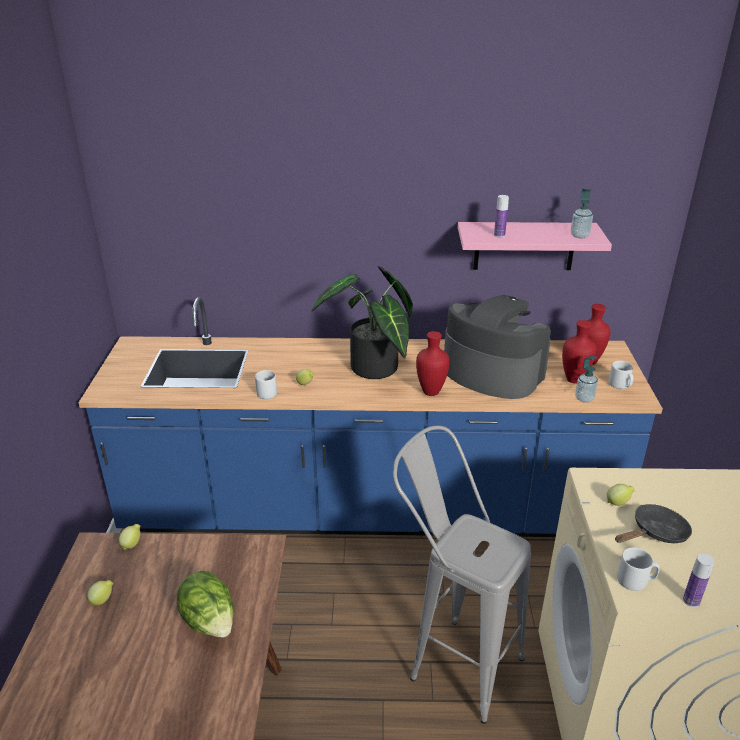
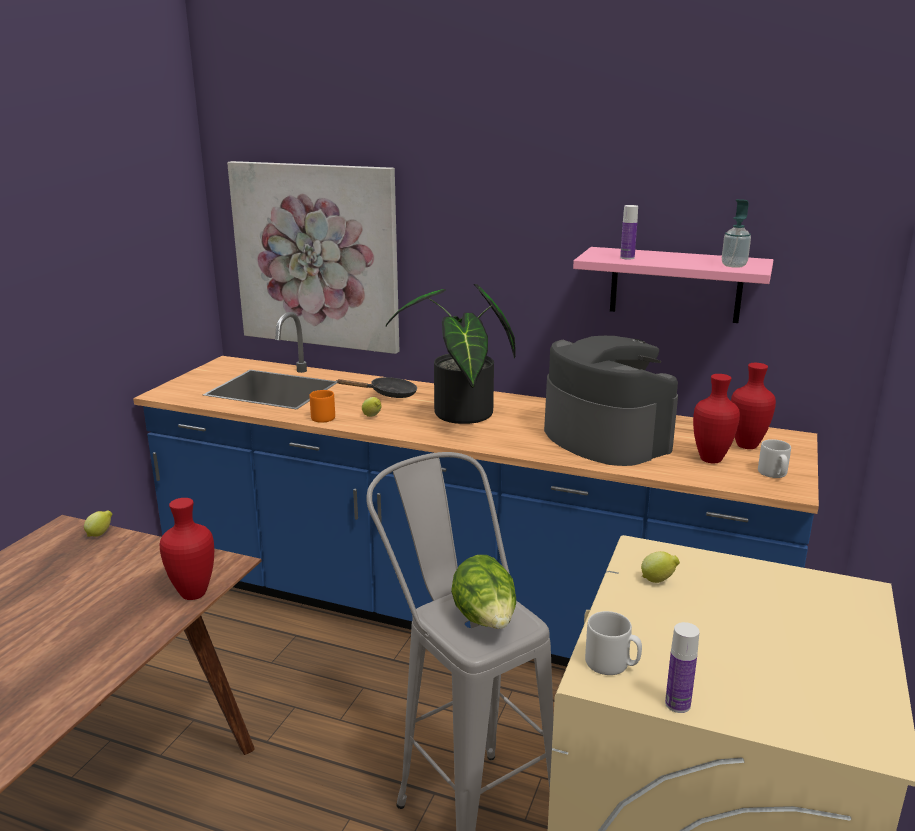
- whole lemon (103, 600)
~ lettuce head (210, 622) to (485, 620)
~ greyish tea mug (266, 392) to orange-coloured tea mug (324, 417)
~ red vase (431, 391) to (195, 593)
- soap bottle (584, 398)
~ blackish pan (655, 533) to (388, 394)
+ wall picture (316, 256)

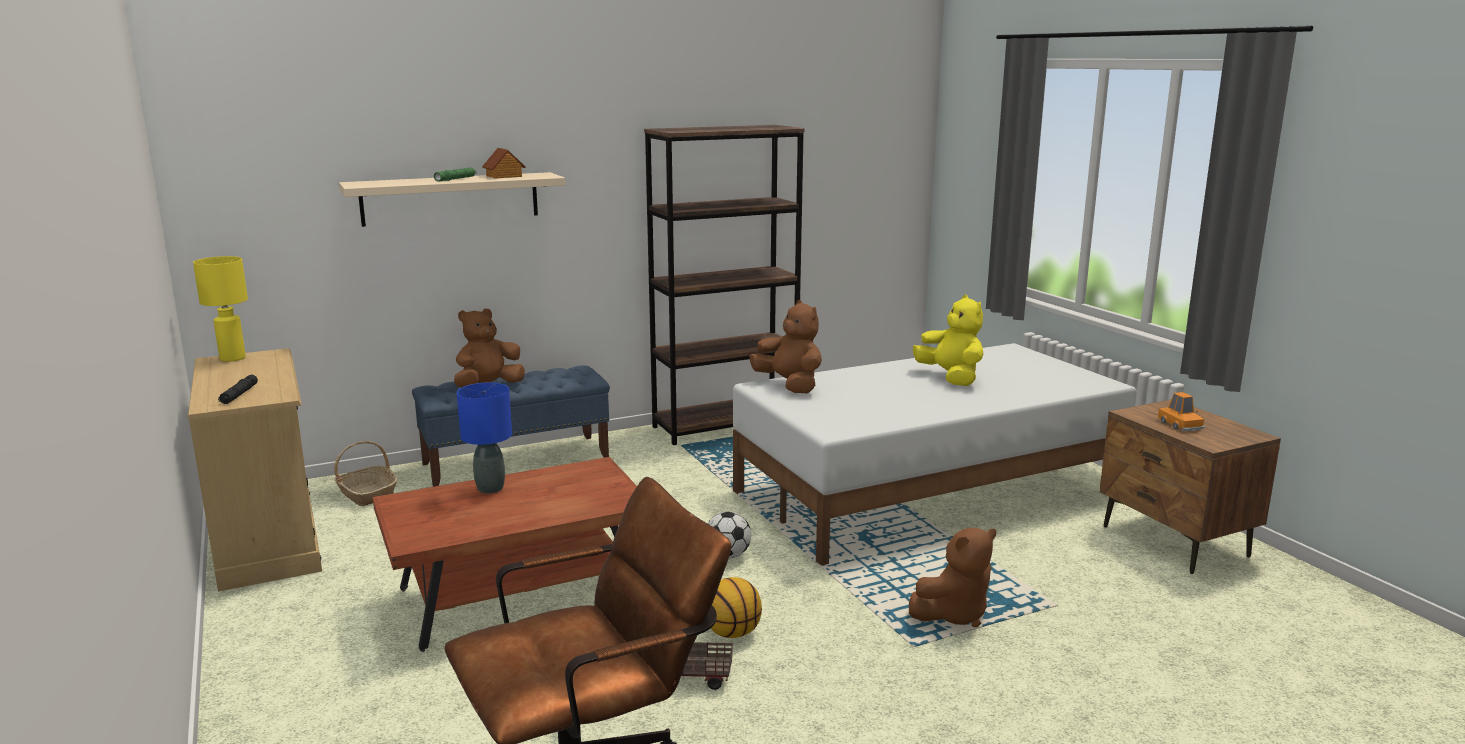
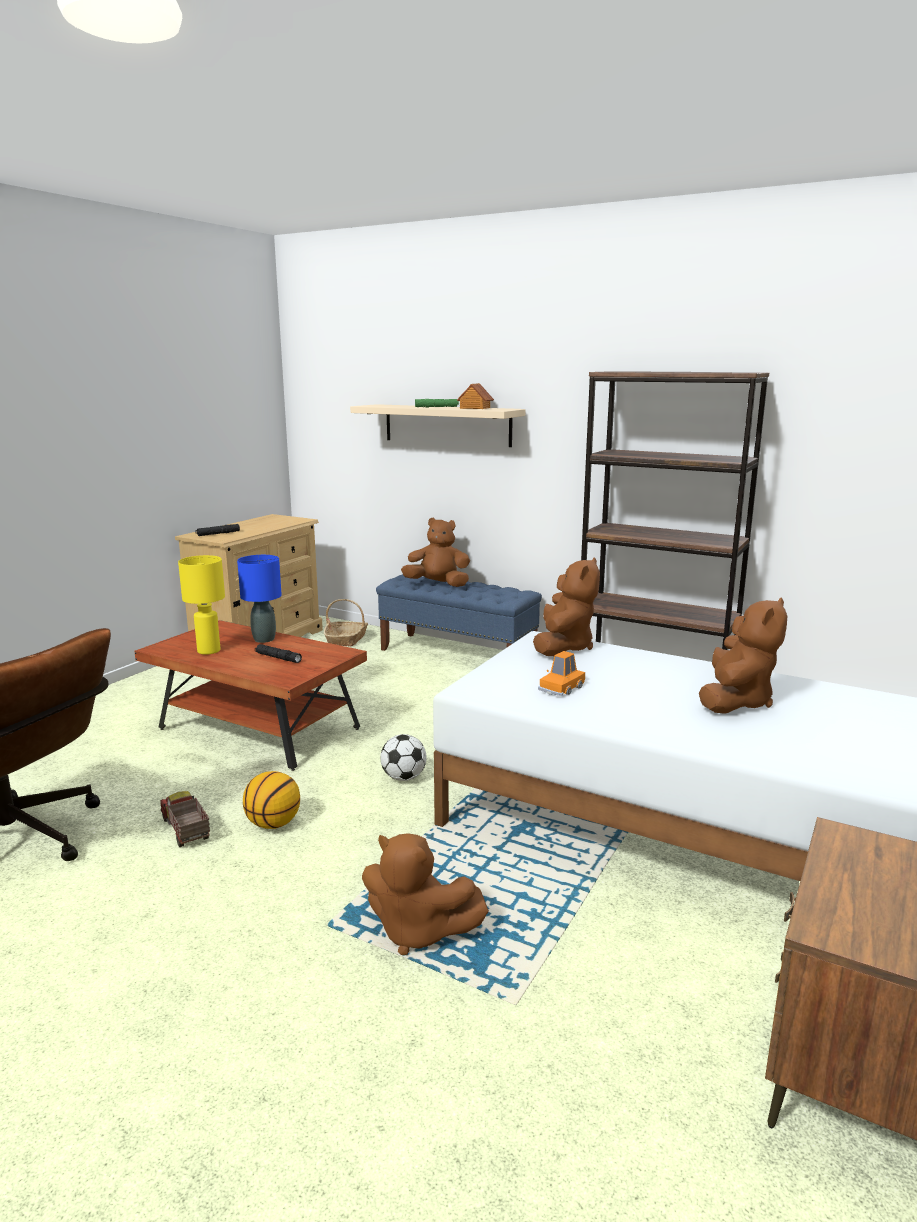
~ yellow-coloured tabletop lamp (232, 358) to (209, 651)
~ yellow-coloured soft toy (951, 378) to brown soft toy (735, 701)
~ orange-coloured miniature car (1180, 425) to (562, 688)
+ blackish hand torch (278, 658)

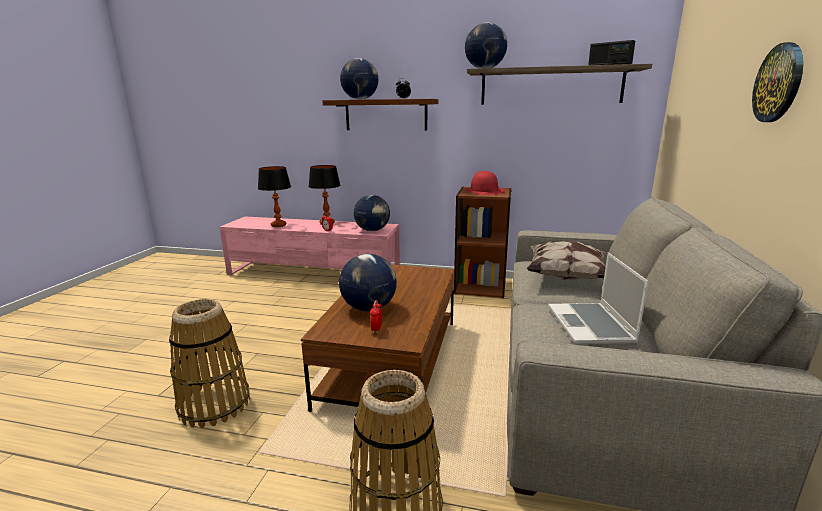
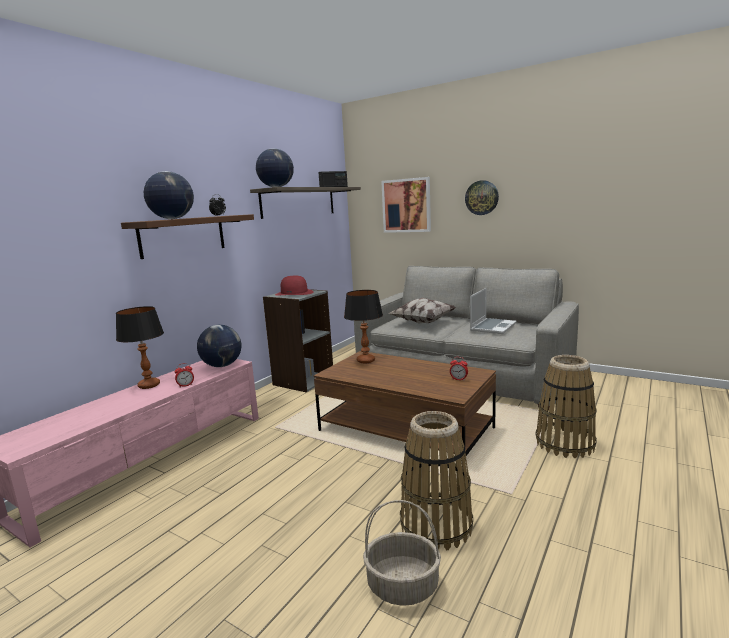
~ tabletop lamp (278, 225) to (365, 361)
- desk globe (369, 308)
~ brown bookcase (480, 286) to greyish bookcase (303, 380)
~ portable computer (591, 325) = (492, 327) 75 degrees counterclockwise
+ storage basket (402, 586)
+ wall picture (406, 205)

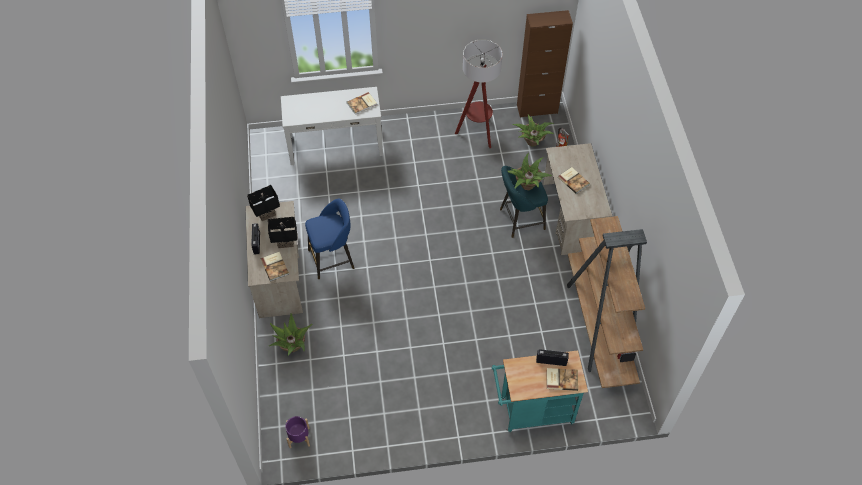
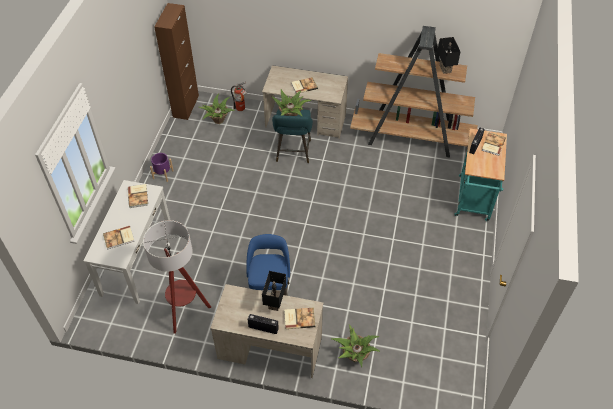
~ blackish tabletop lamp (267, 215) to (446, 68)
~ purple-coloured flower pot (299, 437) to (163, 174)
~ standard lamp (477, 133) to (185, 311)
+ volume (119, 238)

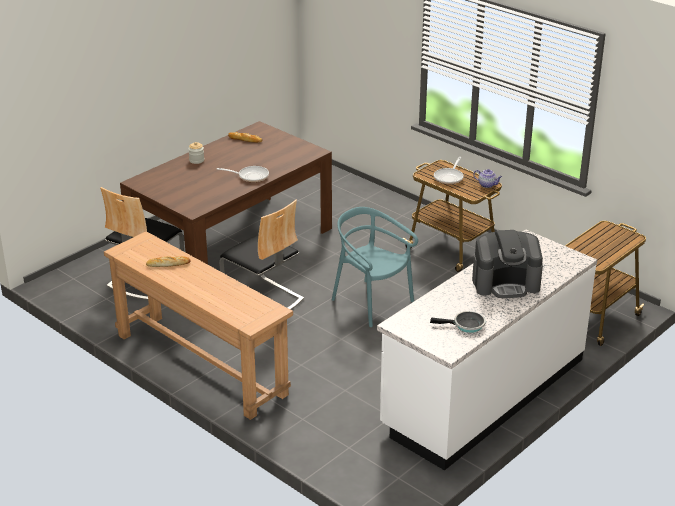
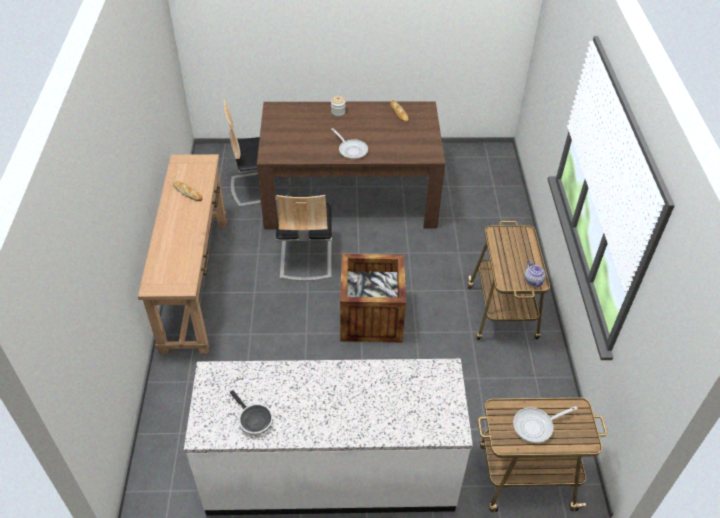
~ turquoise-coloured upright chair (371, 302) to crate (371, 317)
~ pan (449, 177) to (536, 426)
- coffee brewer (506, 283)

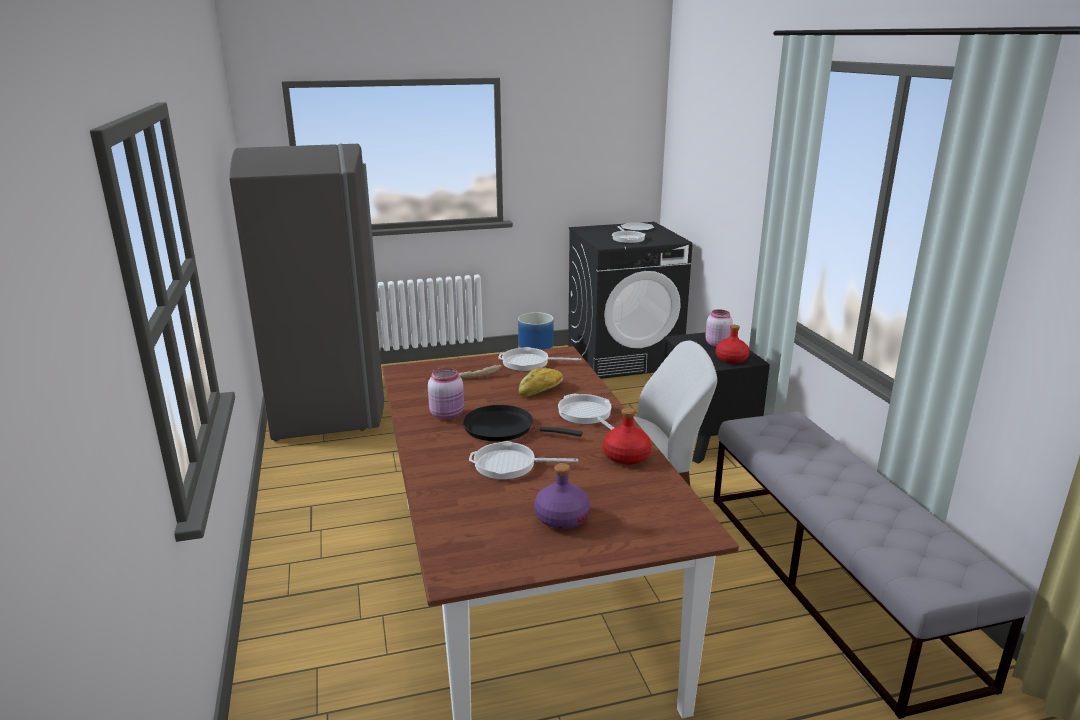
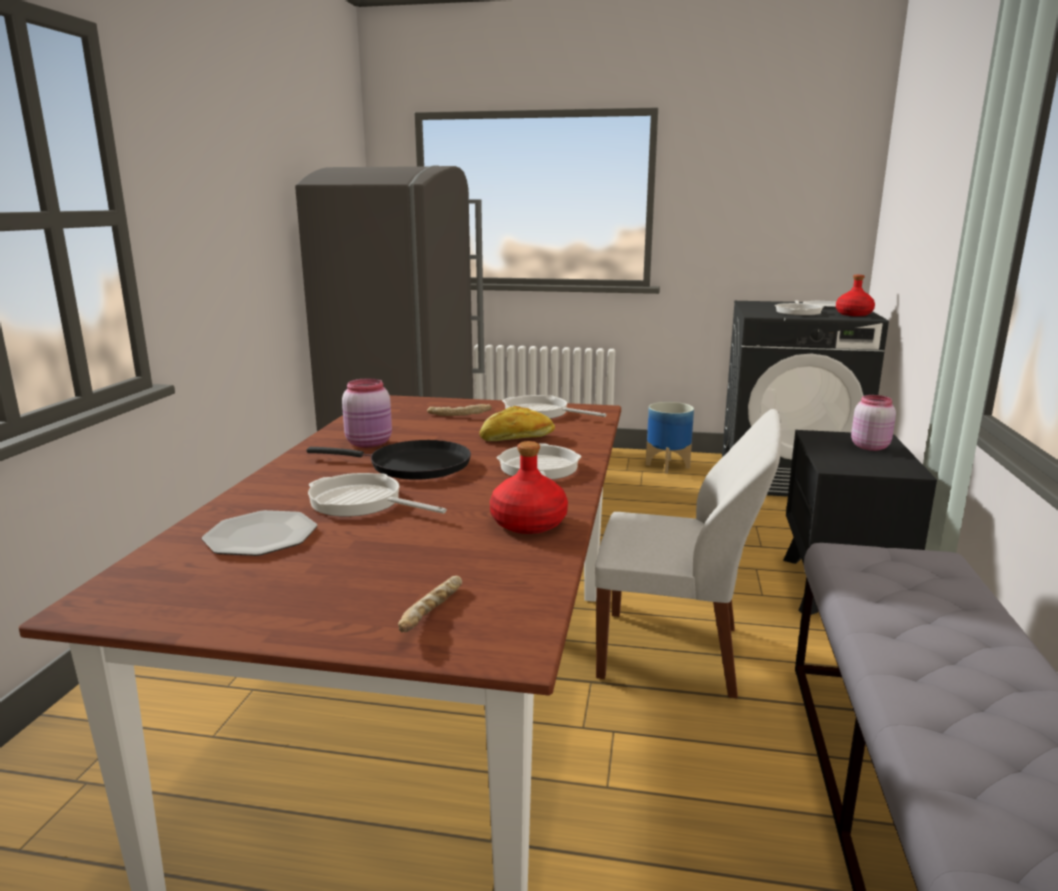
~ blackish pan (504, 428) = (413, 466) 150 degrees clockwise
- purple-coloured beverage bottle (561, 518)
~ red beverage bottle (731, 359) to (854, 314)
+ flat dish (261, 536)
+ bakery bread (433, 614)

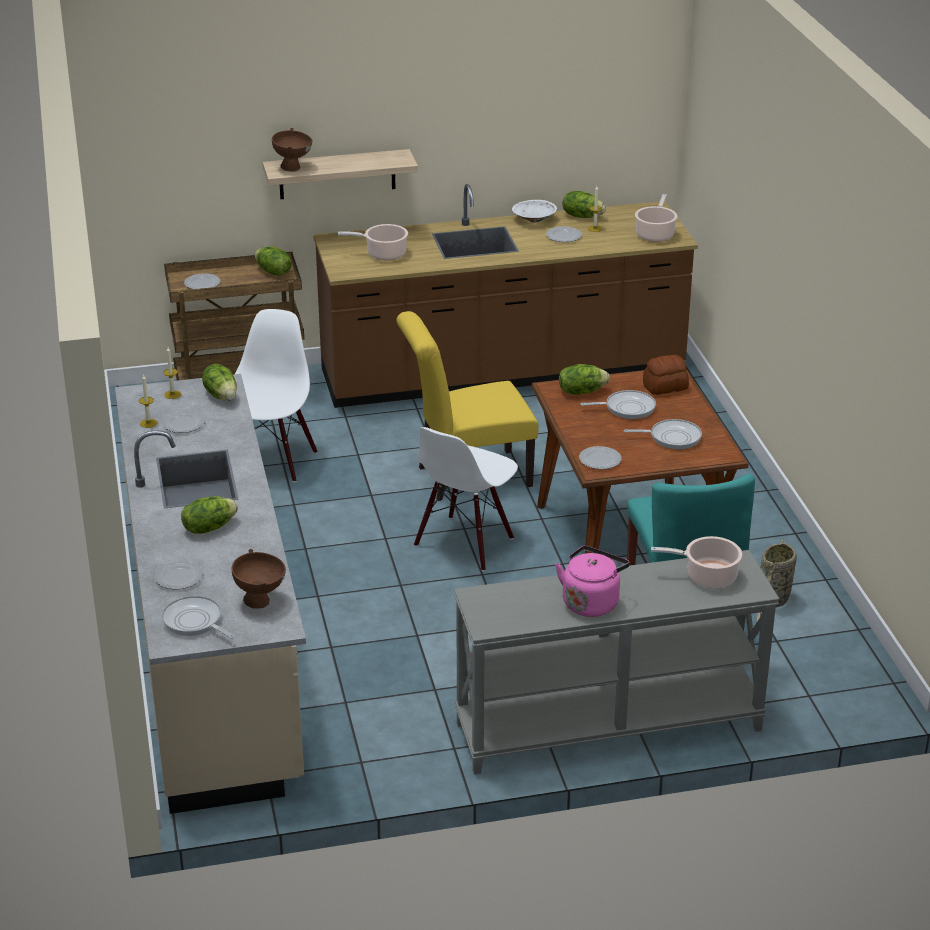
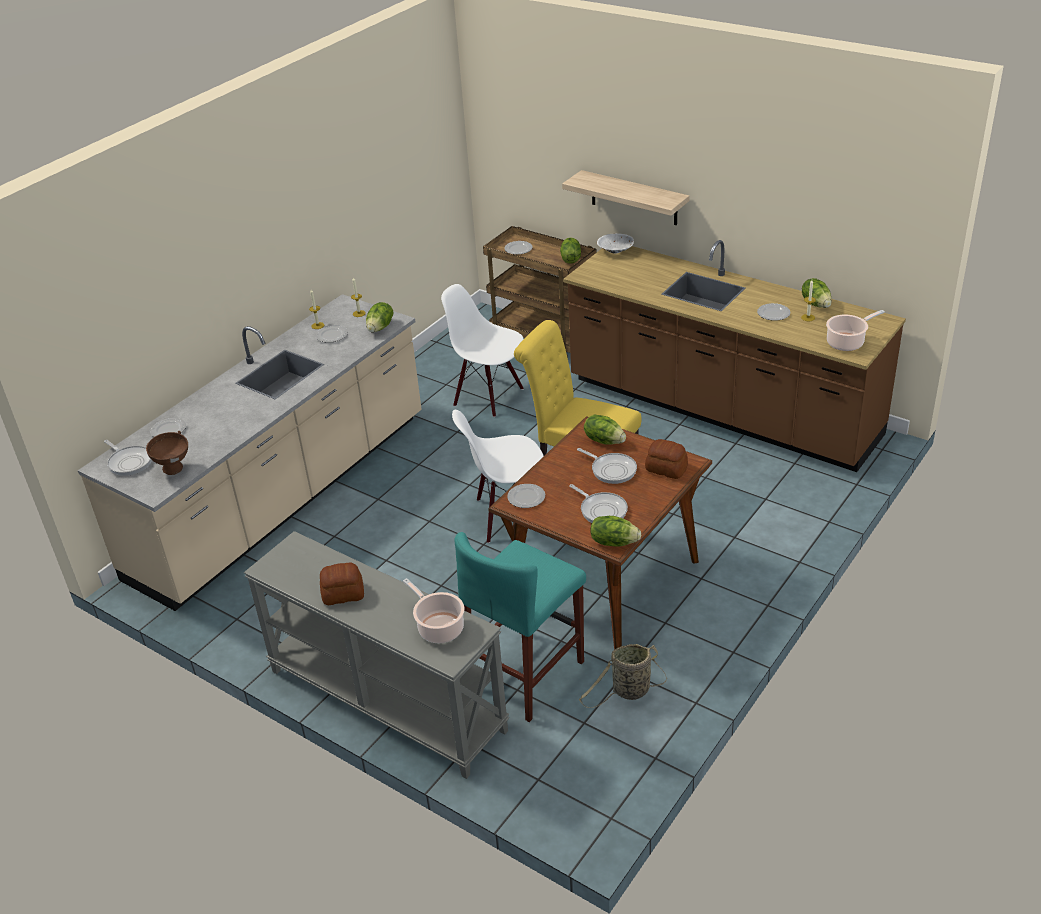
~ pan (195, 622) = (129, 462) 135 degrees clockwise
~ lettuce head (209, 527) to (614, 541)
~ white upright chair (272, 461) = (489, 396) 120 degrees counterclockwise
- brown bowl (293, 168)
- cooking pot (383, 254)
~ white bowl (533, 220) to (615, 250)
~ pink-coloured water kettle (591, 602) to bakery bread (343, 594)

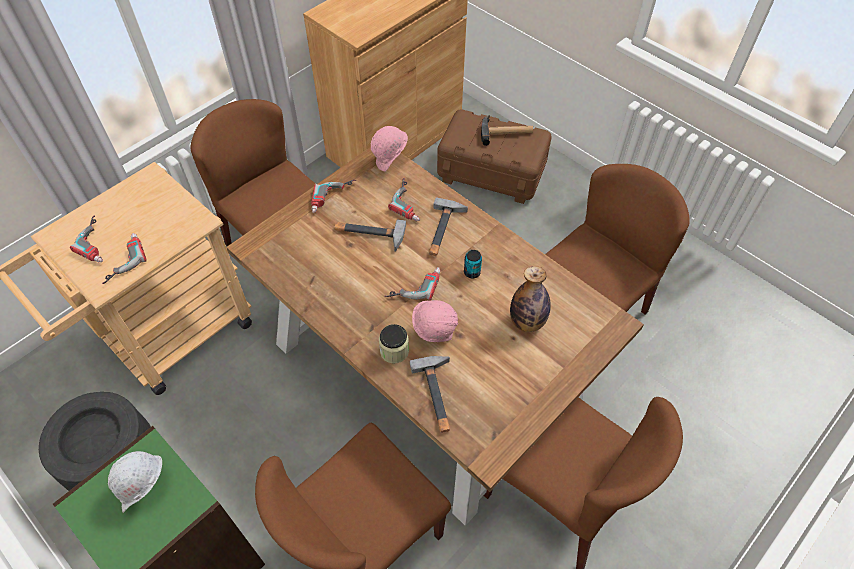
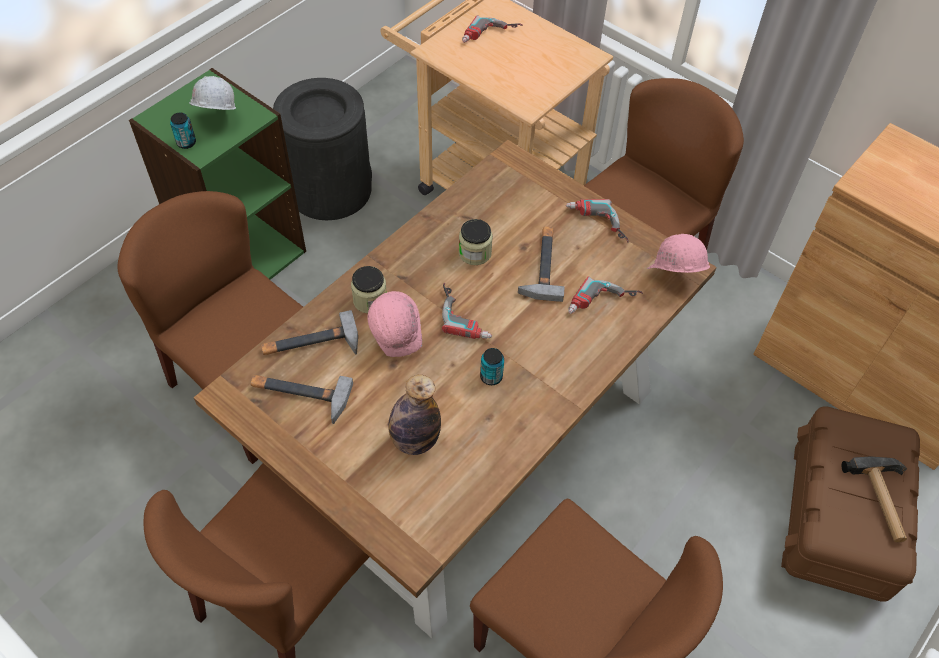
- drill (122, 260)
~ hand hammer (443, 230) to (299, 394)
+ sealed can (186, 143)
+ jar (475, 253)

